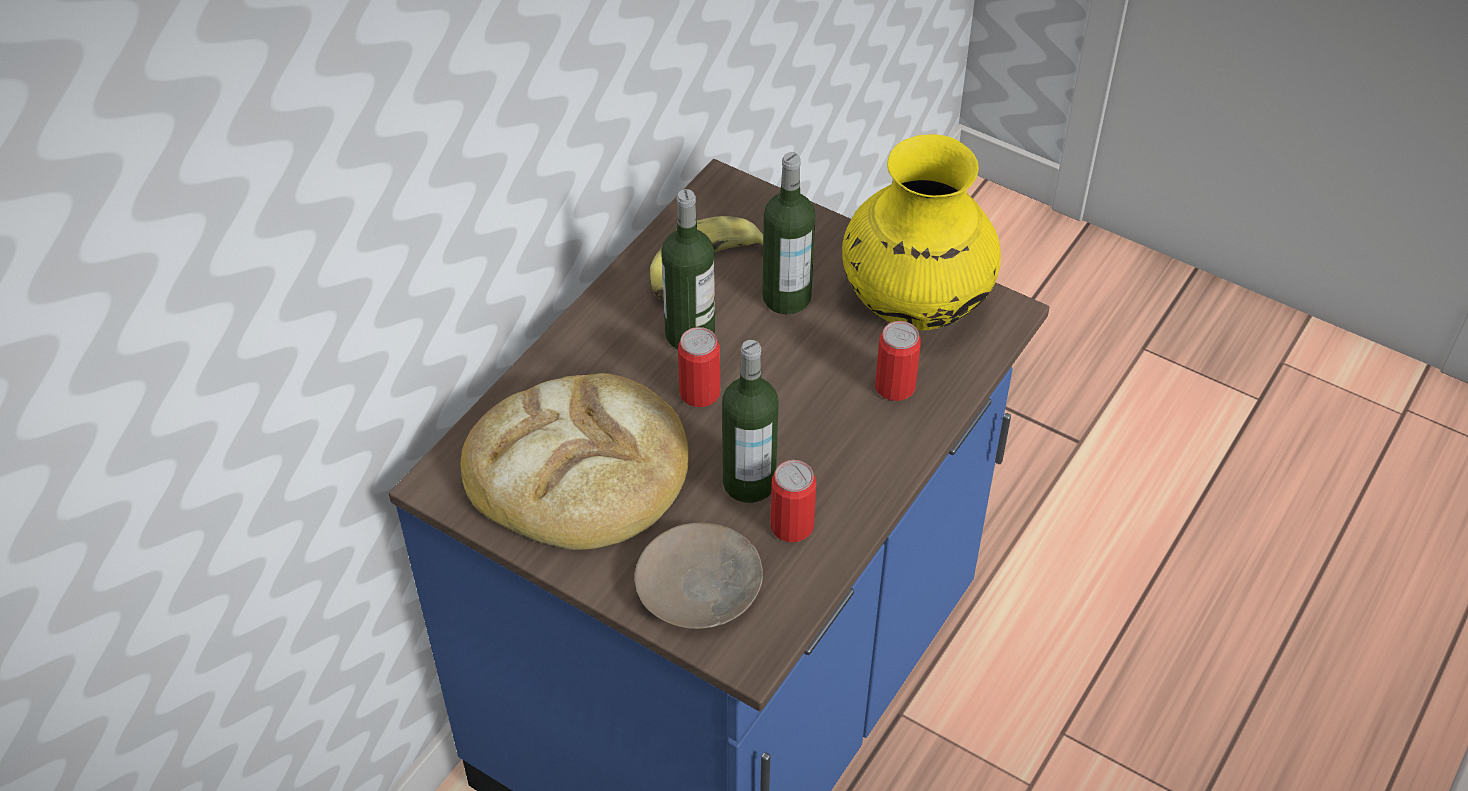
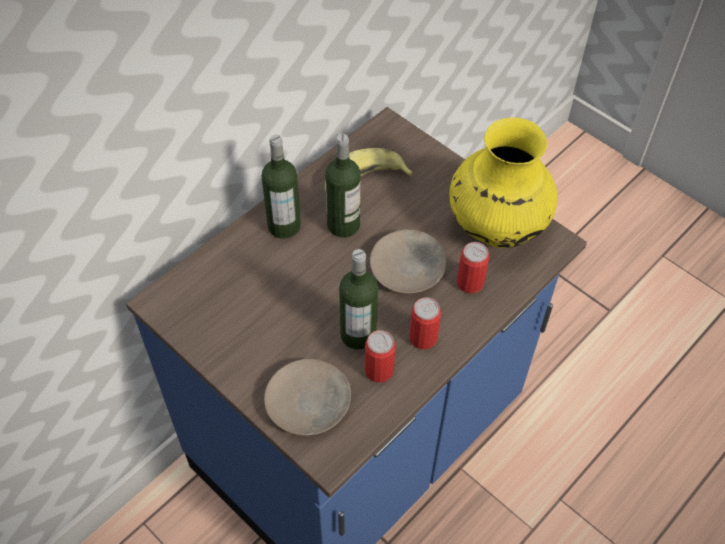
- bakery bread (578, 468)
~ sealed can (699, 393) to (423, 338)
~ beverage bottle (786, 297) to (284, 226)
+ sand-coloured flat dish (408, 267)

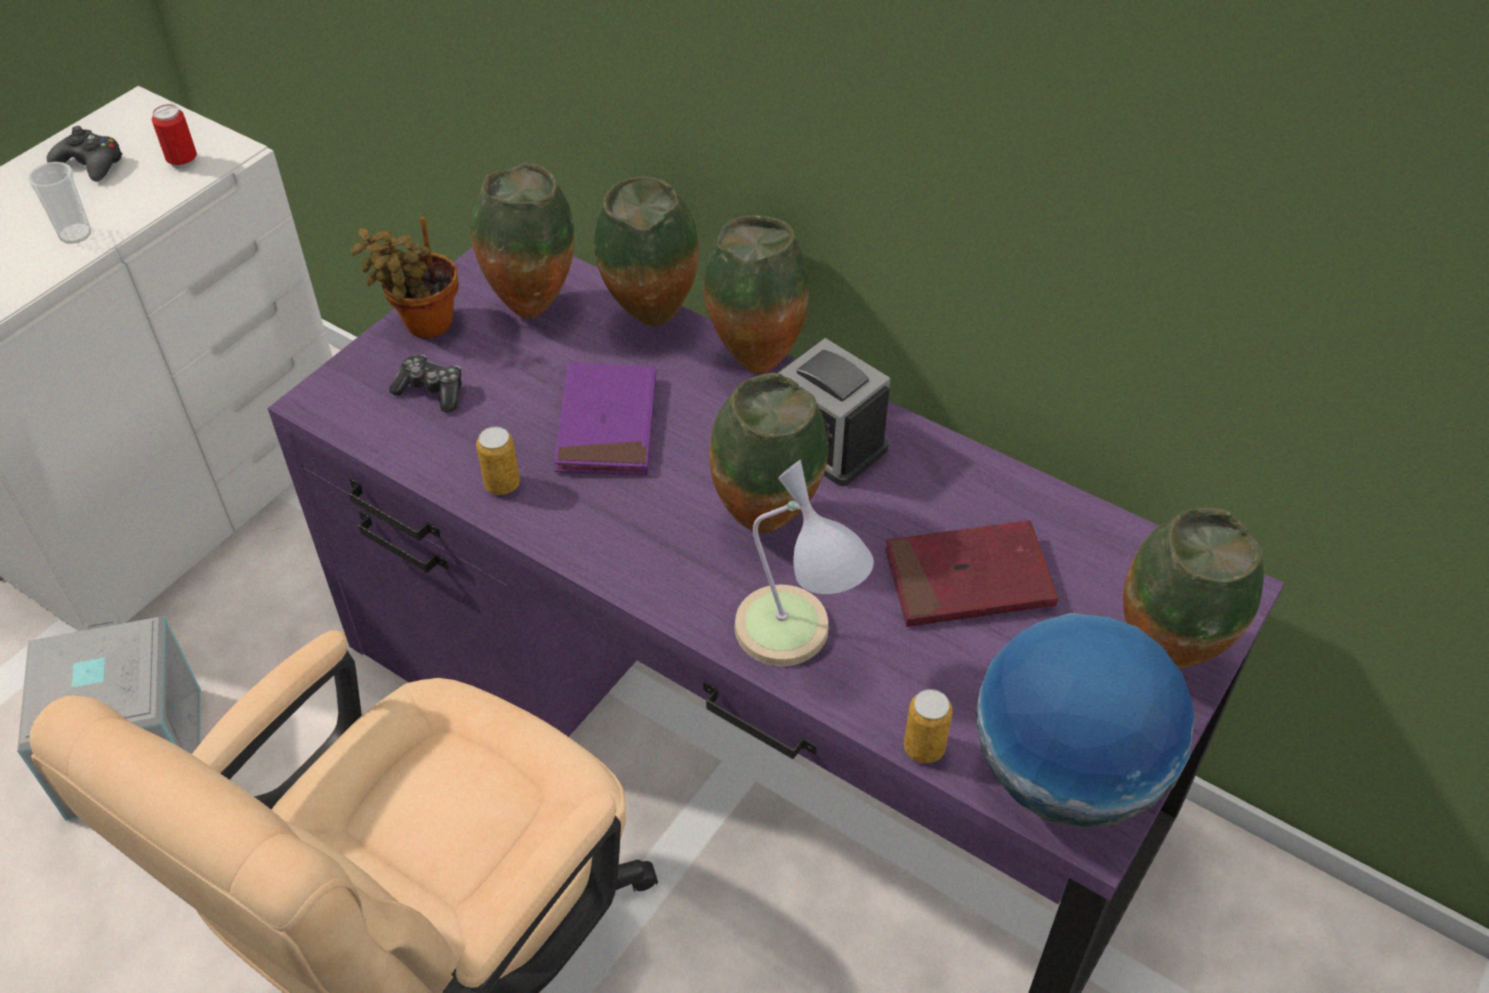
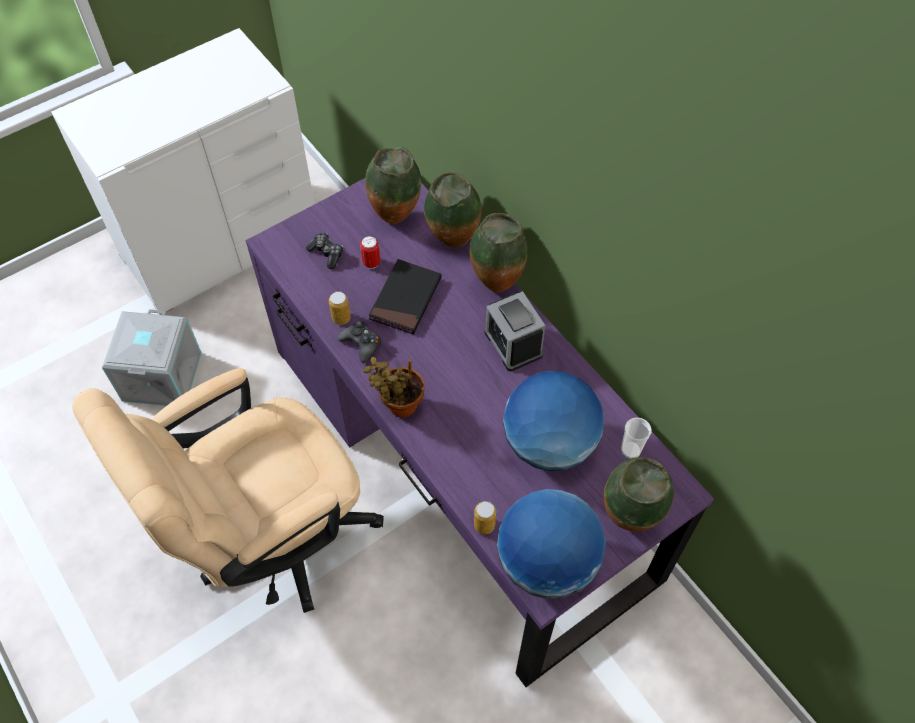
~ drinking cup (75, 234) to (630, 450)
~ blackish game controller (90, 164) to (361, 344)
~ sealed can (183, 161) to (371, 263)
~ plant in a pot (423, 324) to (399, 405)
~ purple-coloured volume (607, 424) to blackish volume (405, 299)
- vase (767, 522)
- tabletop lamp (798, 639)
~ red volume (968, 579) to desk globe (548, 443)

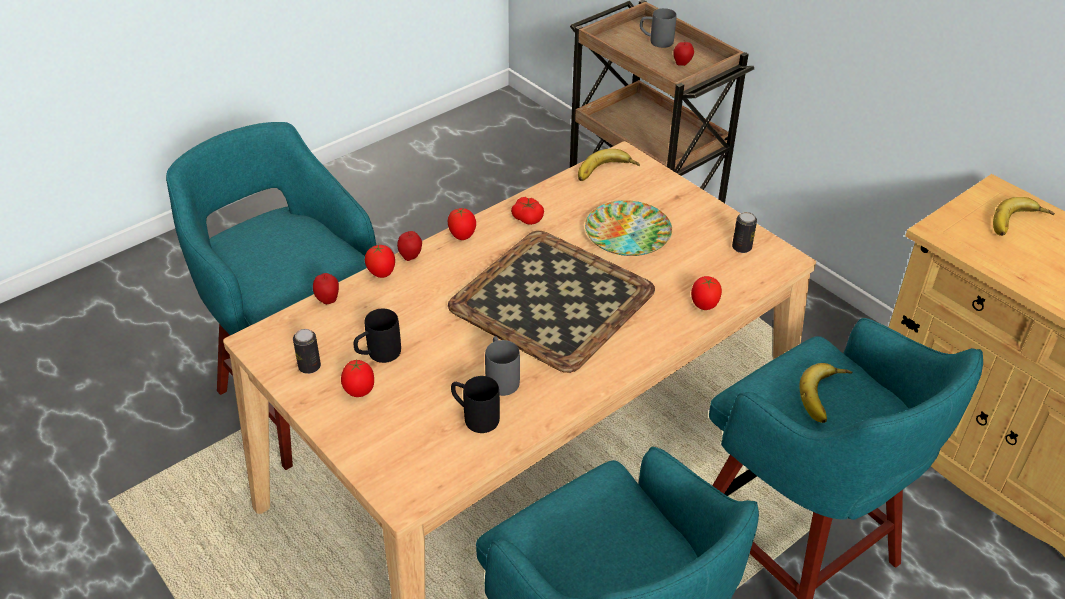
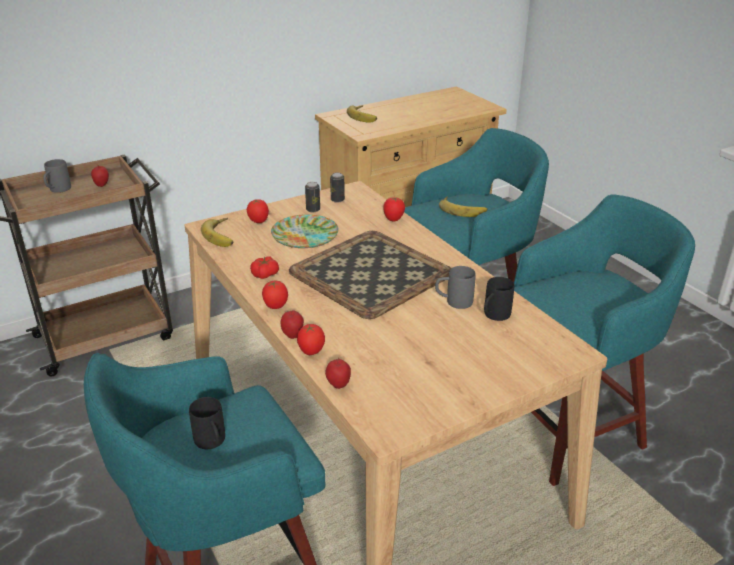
~ sealed can (309, 367) to (313, 209)
~ tomato (360, 392) to (259, 222)
~ blackish tea mug (378, 355) to (212, 443)

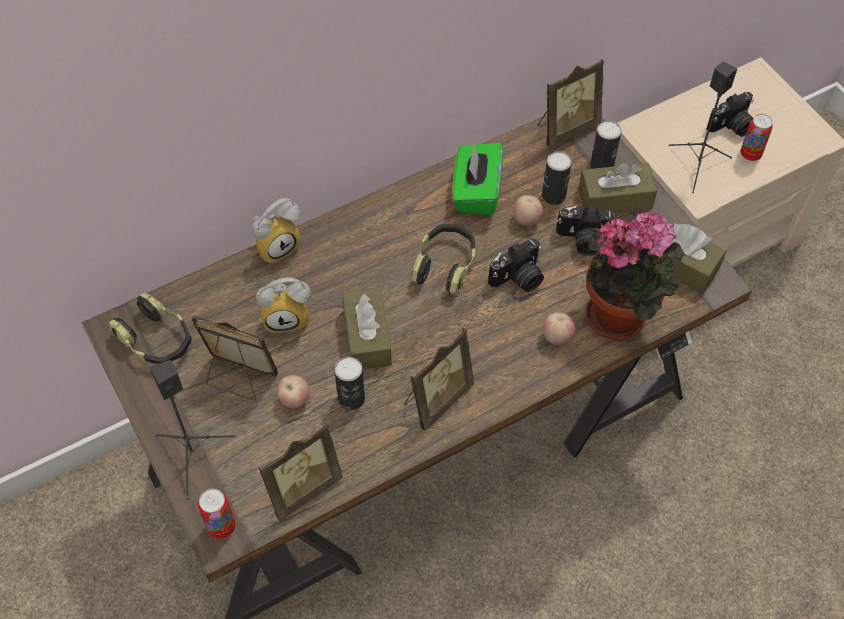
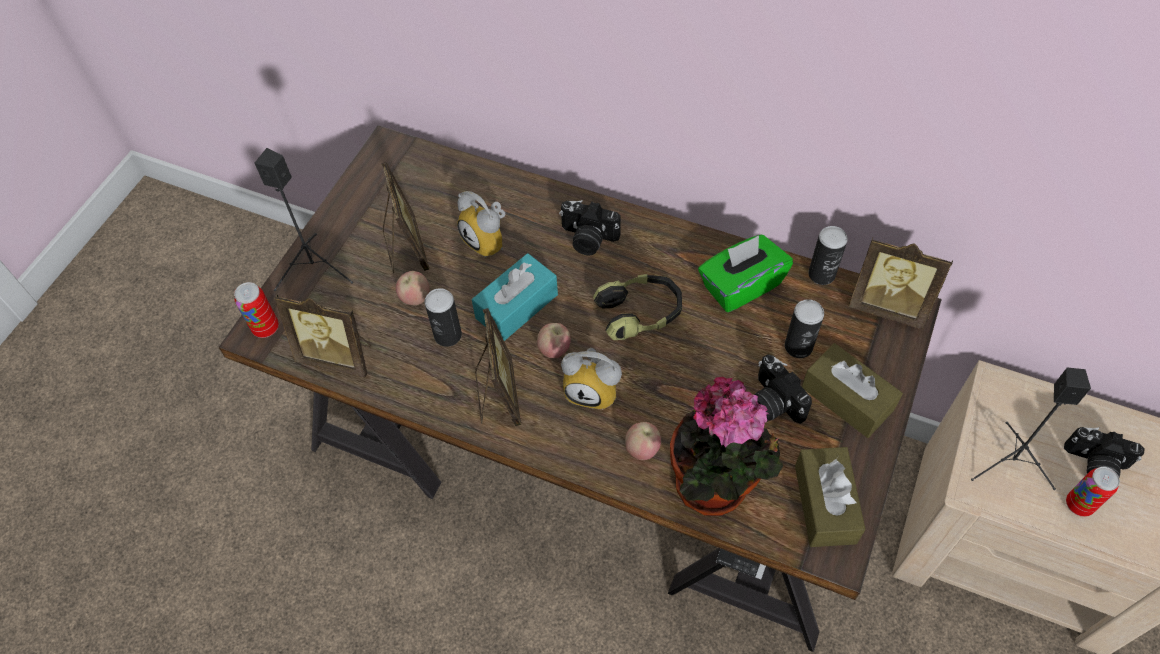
- headset (156, 340)
~ alarm clock (277, 245) to (594, 390)
~ brown box of tissues (367, 337) to turquoise-coloured box of tissues (517, 306)
~ photo frame (436, 398) = (497, 396) 105 degrees counterclockwise
~ still camera (518, 278) to (587, 239)
~ apple fruit (526, 220) to (554, 350)
~ sealed can (602, 165) to (821, 274)

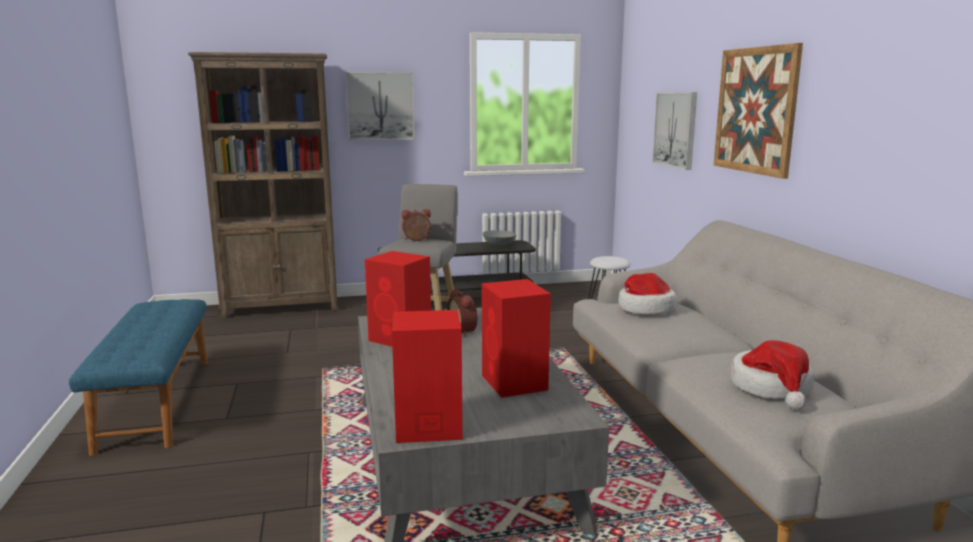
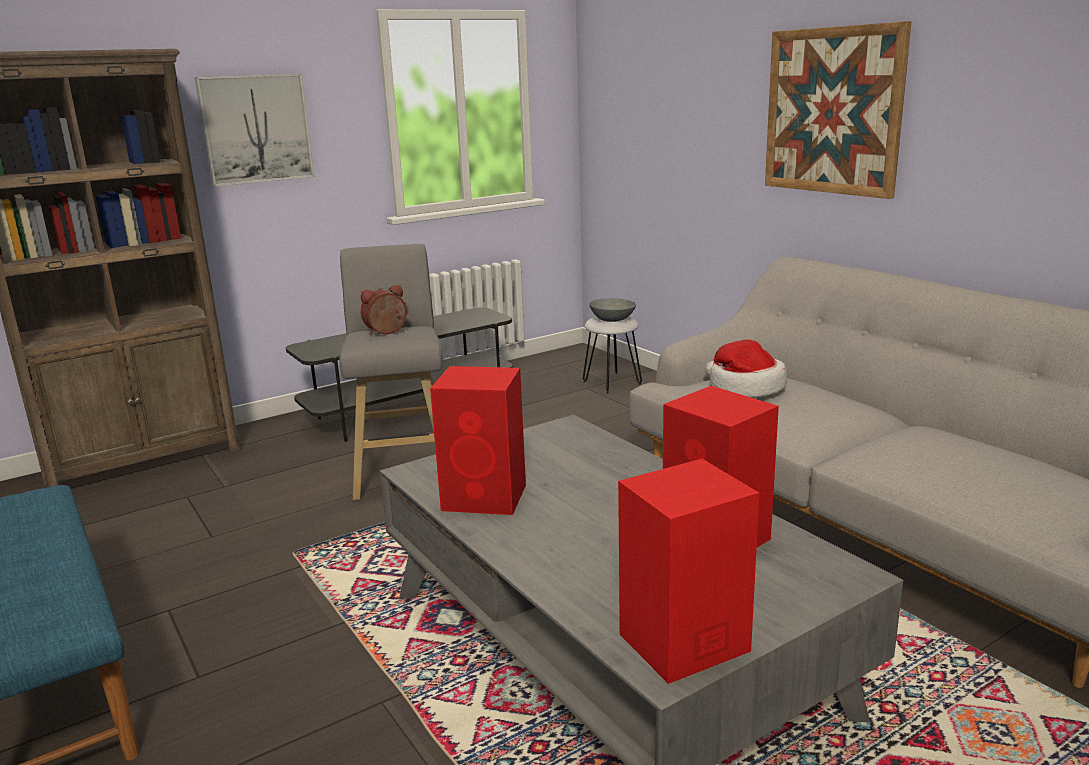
- alarm clock (464, 331)
~ greyish bowl (498, 245) to (612, 320)
- wall picture (675, 129)
- wearable hat (772, 388)

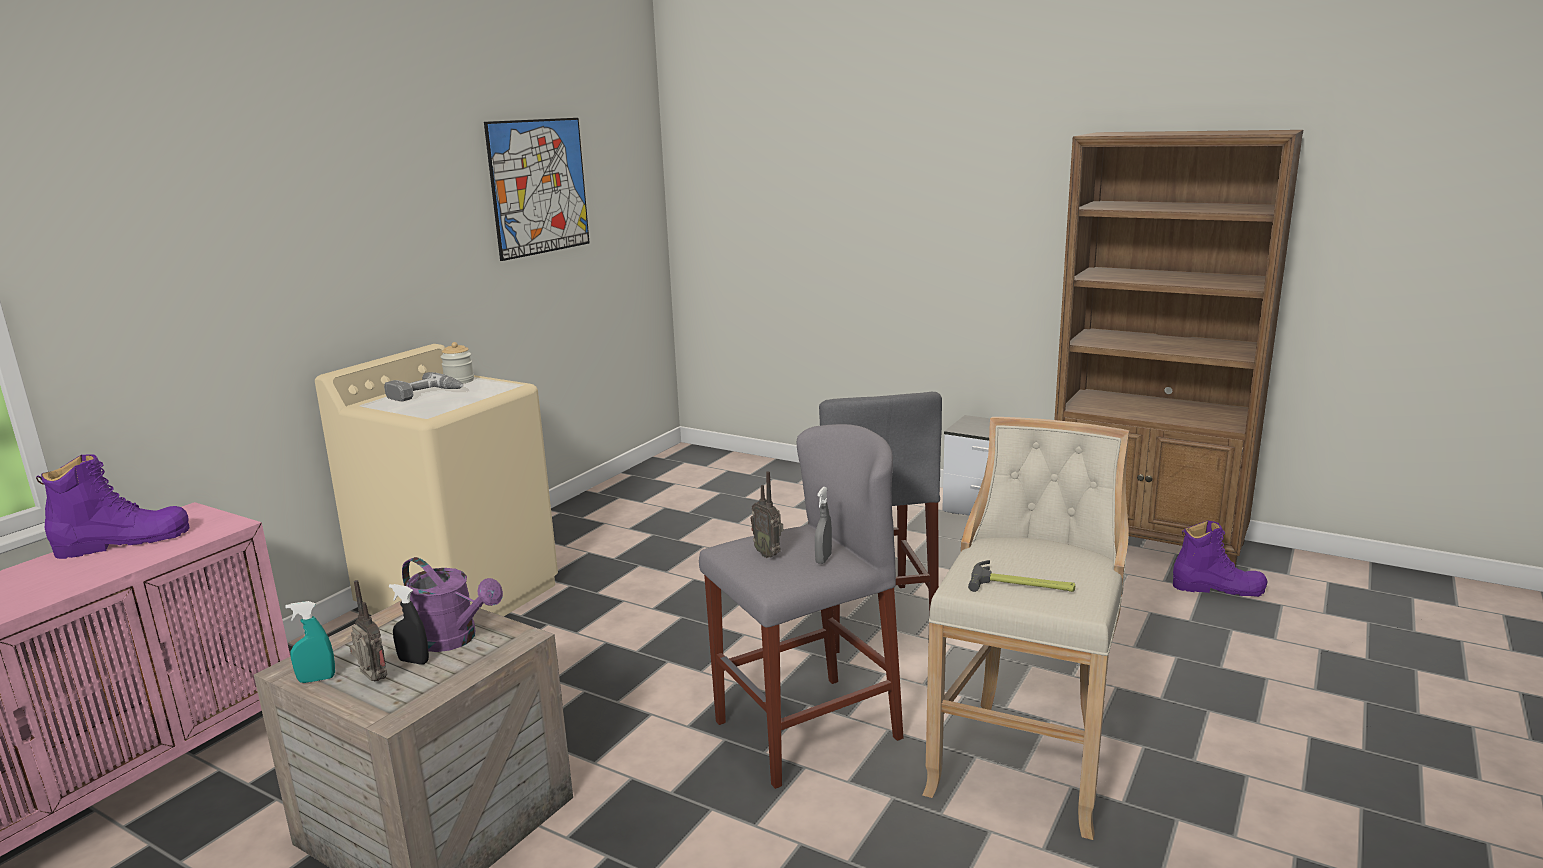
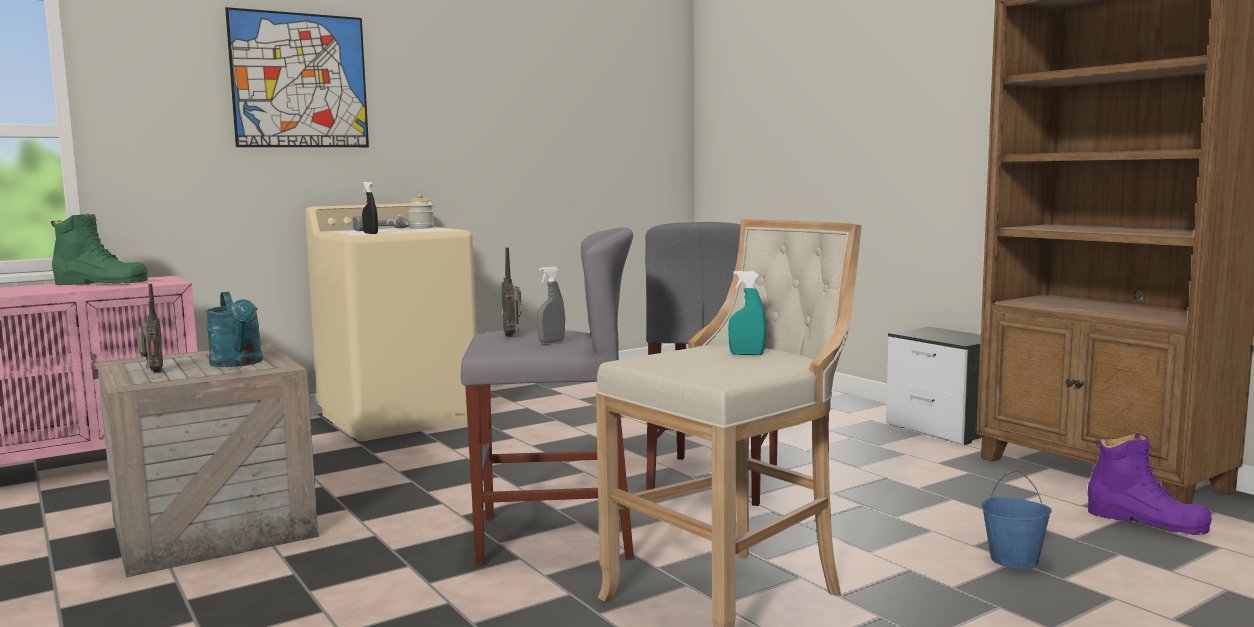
~ purple-coloured high-top boot (124, 542) to greenish high-top boot (102, 283)
~ turquoise-coloured hand sprayer (317, 679) to (747, 354)
~ blackish hand sprayer (413, 661) to (370, 233)
~ purple-coloured sprinkling can (454, 639) to turquoise-coloured sprinkling can (238, 363)
~ wall picture (539, 187) to (300, 80)
- hand hammer (1022, 585)
+ bluish water bucket (1014, 560)

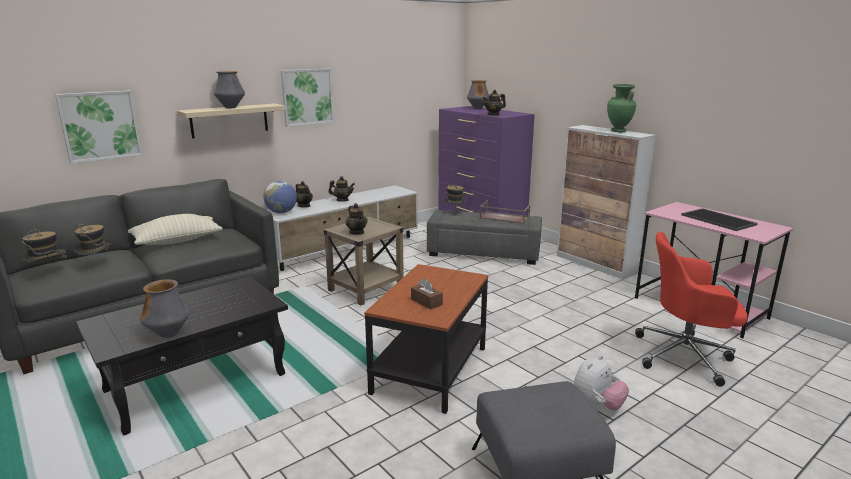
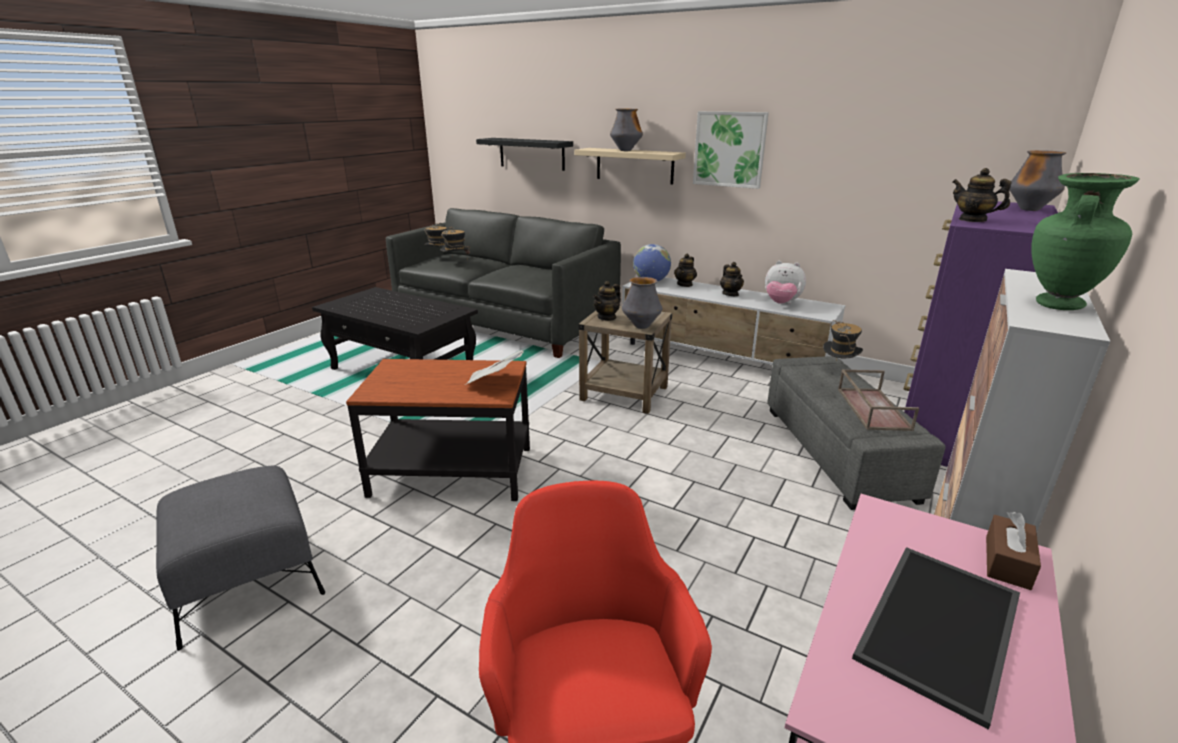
~ wall picture (100, 126) to blackish bracket shelf (531, 154)
- sand-coloured pillow (177, 241)
~ vase (168, 334) to (641, 326)
~ brown box of tissues (426, 302) to (1007, 562)
~ soft toy (597, 406) to (781, 303)
+ printed paper (494, 382)

